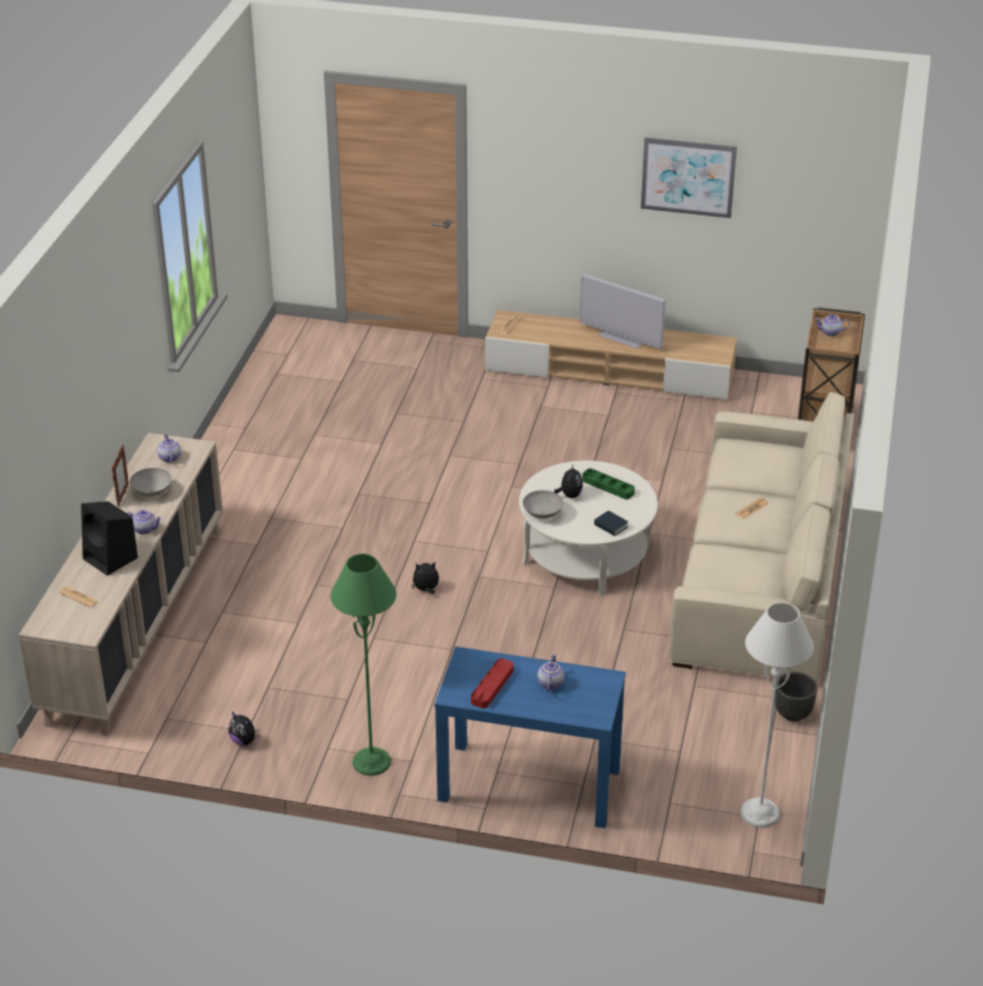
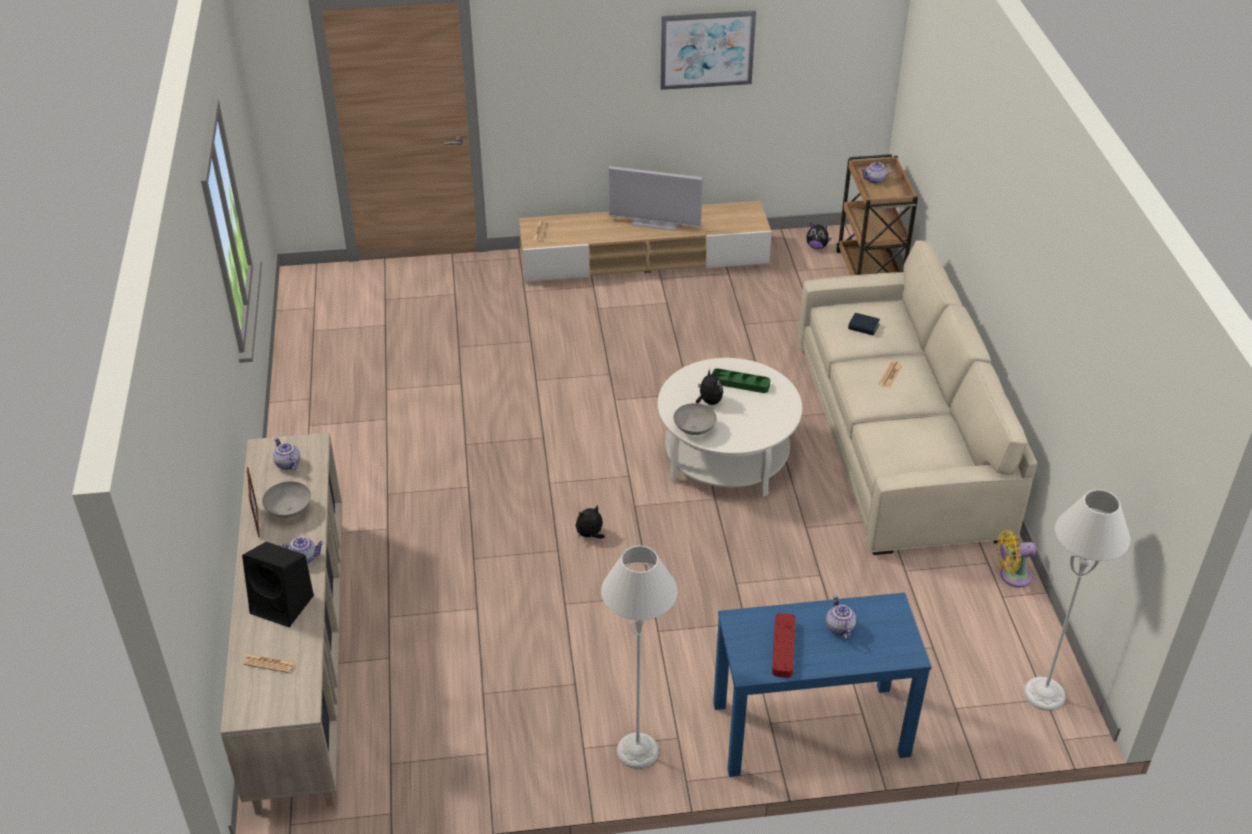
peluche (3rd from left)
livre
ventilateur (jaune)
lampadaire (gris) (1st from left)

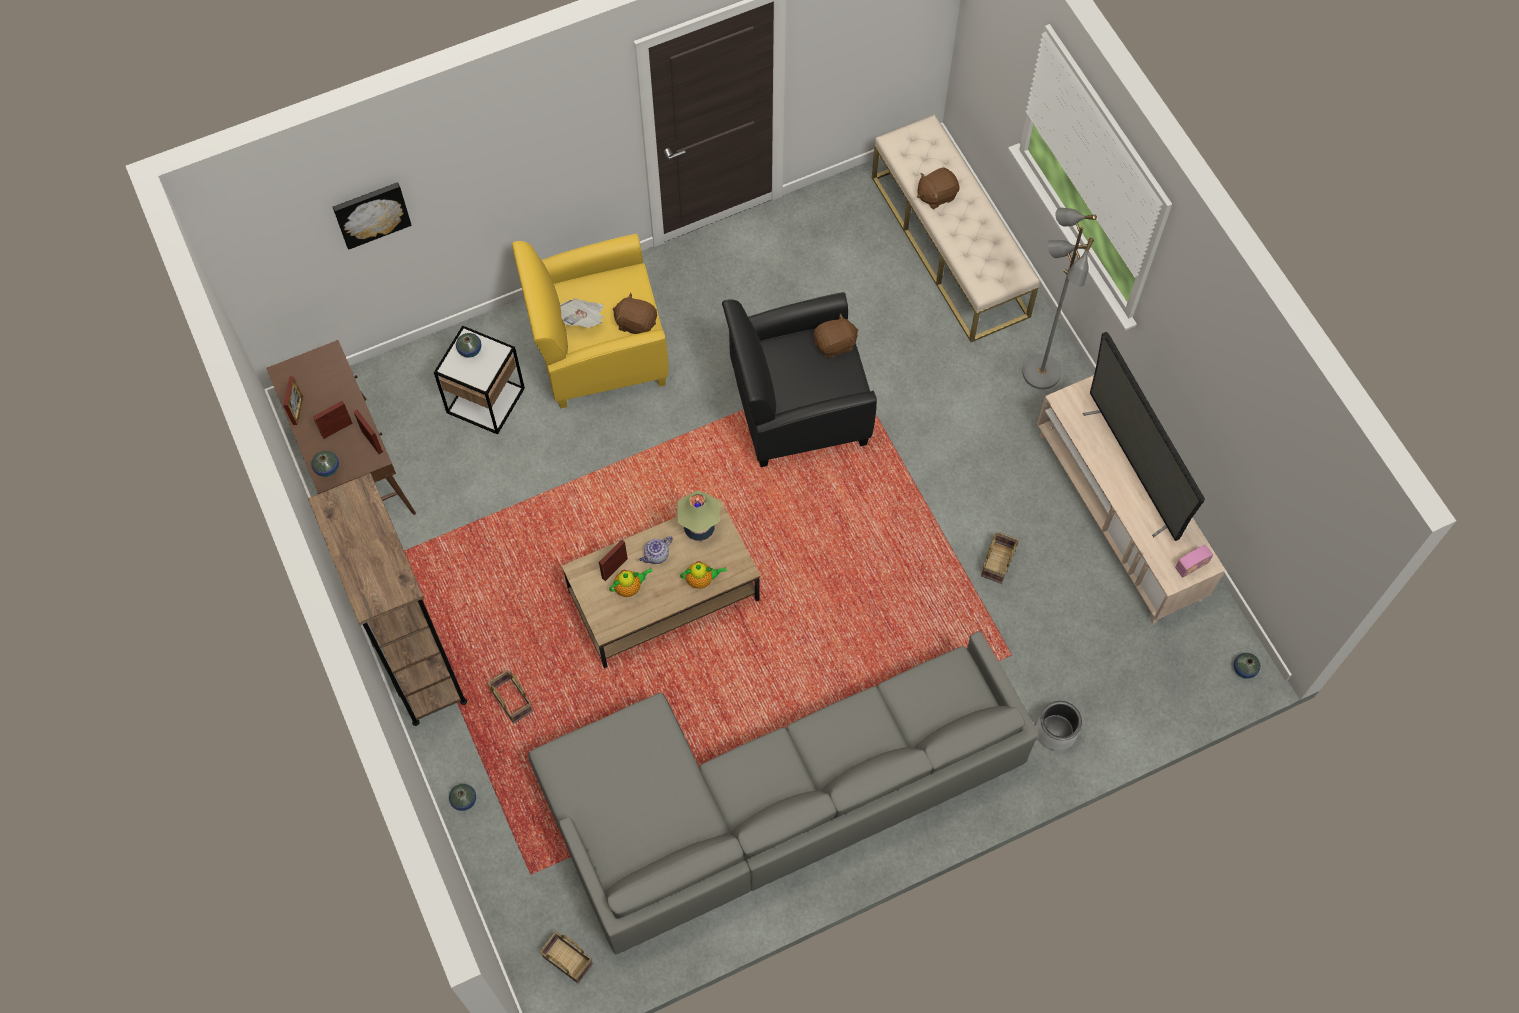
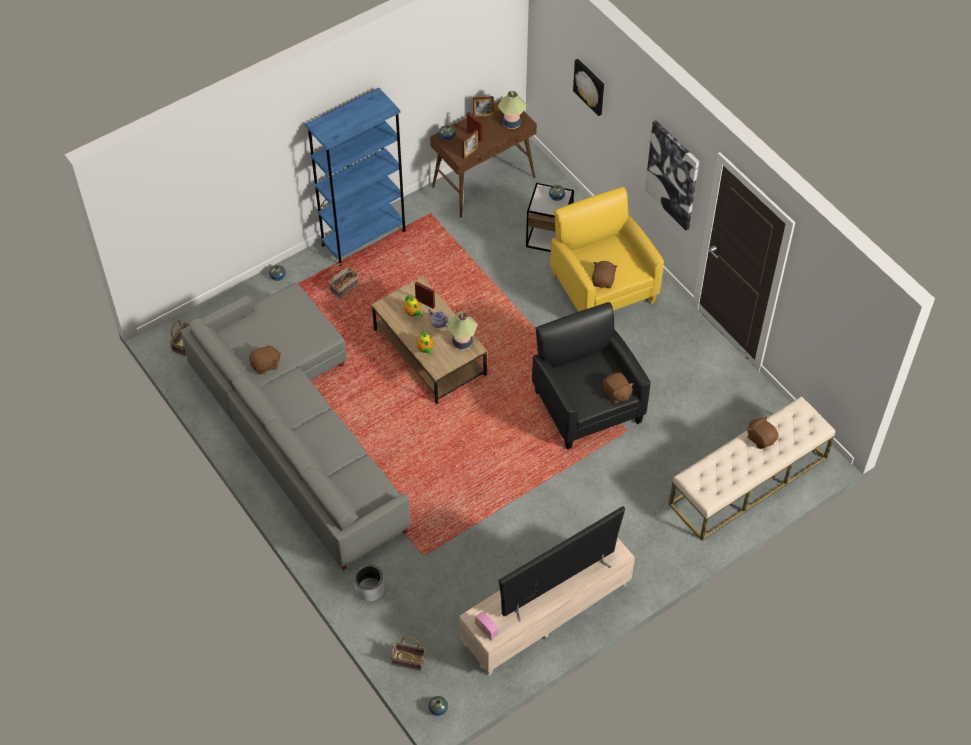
journal
lampadaire (gris)
peluche (marron) (1st from left)
lampe de table (2nd from left)
tableau (2nd from left)
panier (3rd from left)
bibliothèque (bleu)

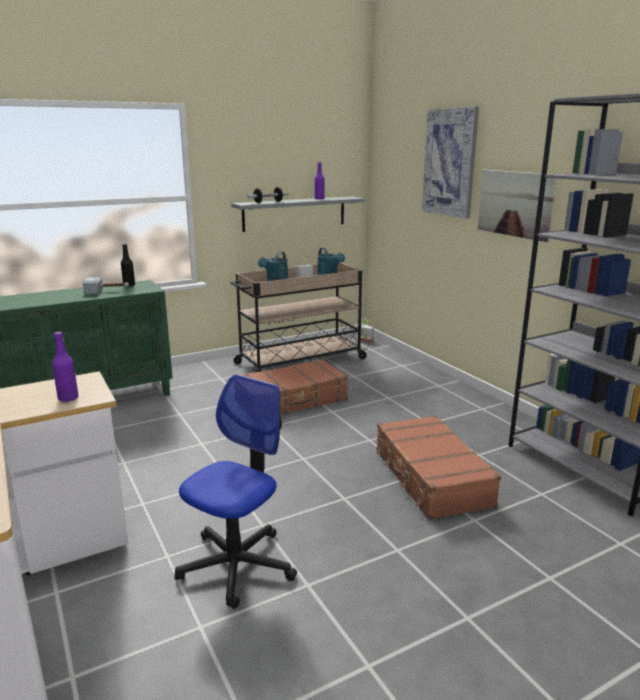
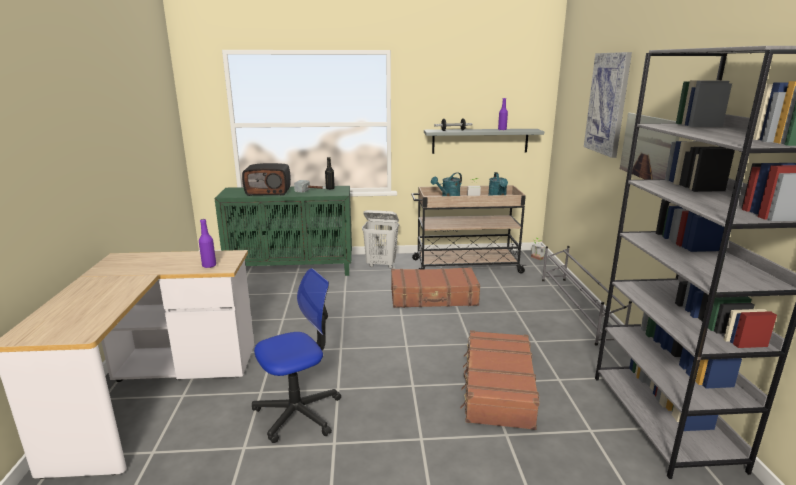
radio
panier à linge (blanc)
étagère à chaussures (gris)

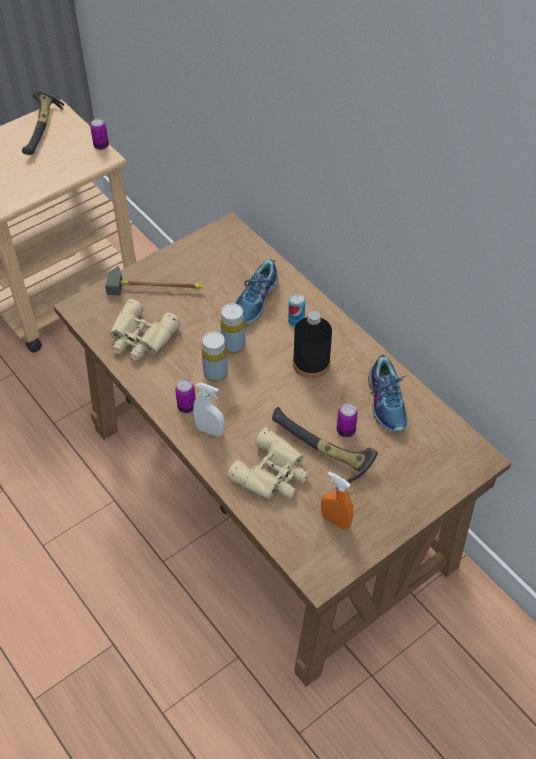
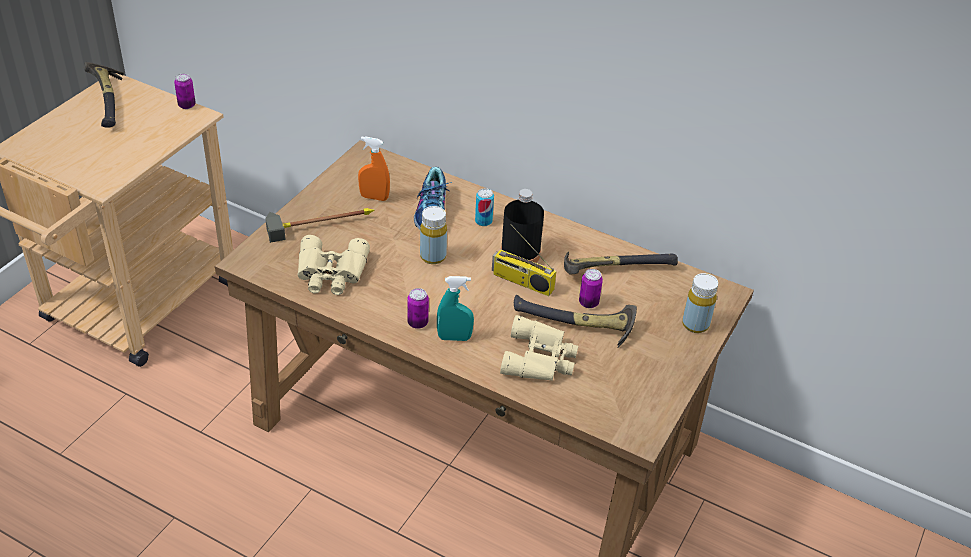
radio
bouteille (jaune) (2nd from left)
vaporisateur (orange)
marteau (4th from left)
vaporisateur (turquoise)

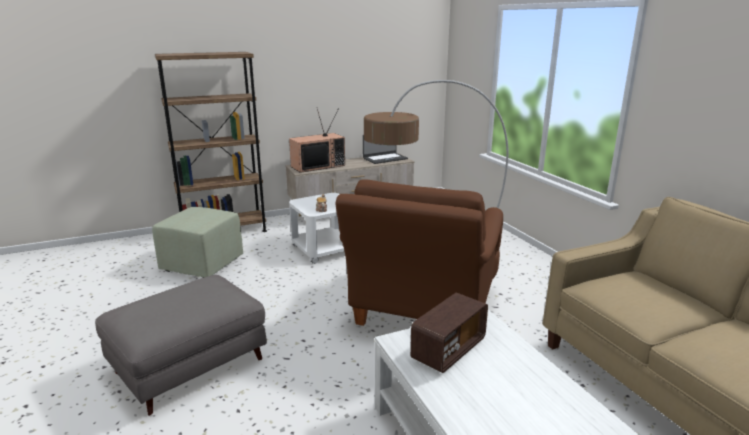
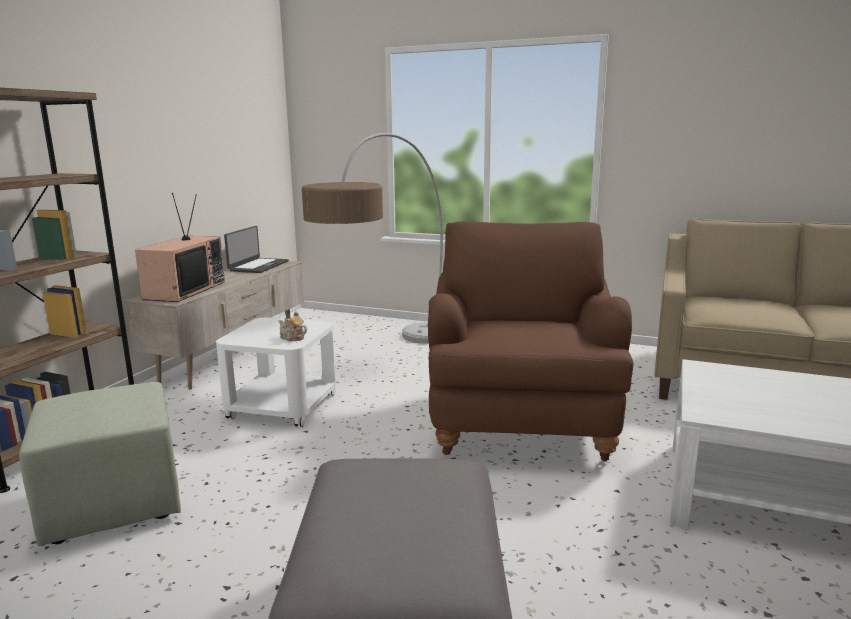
radio
fauteuil (marron)

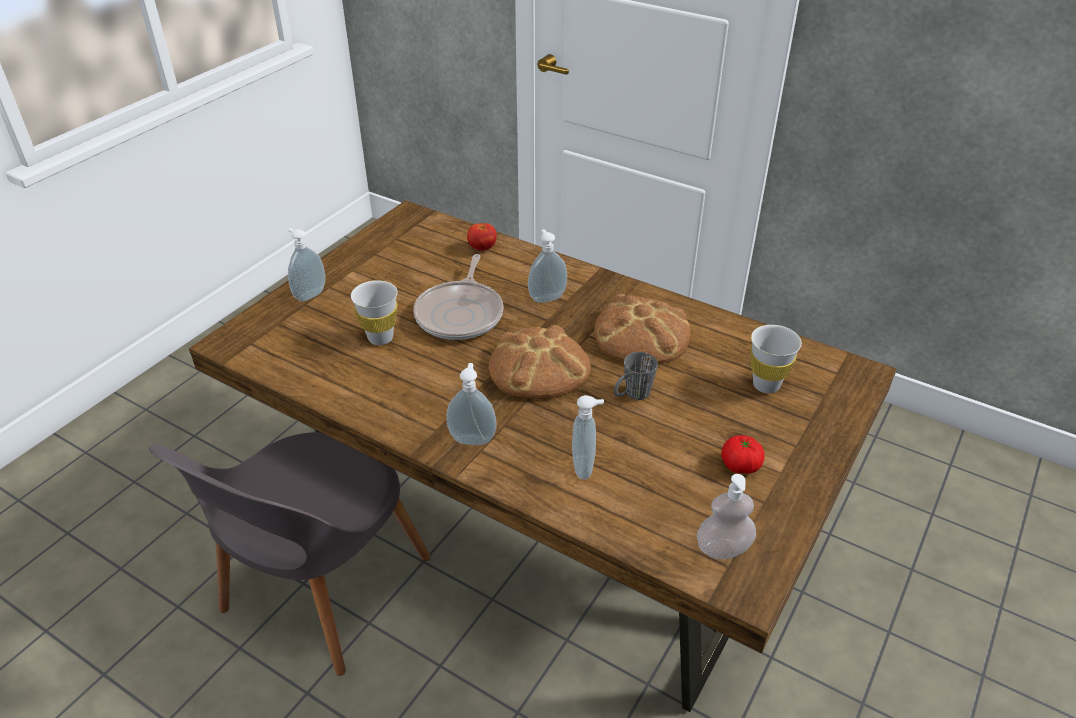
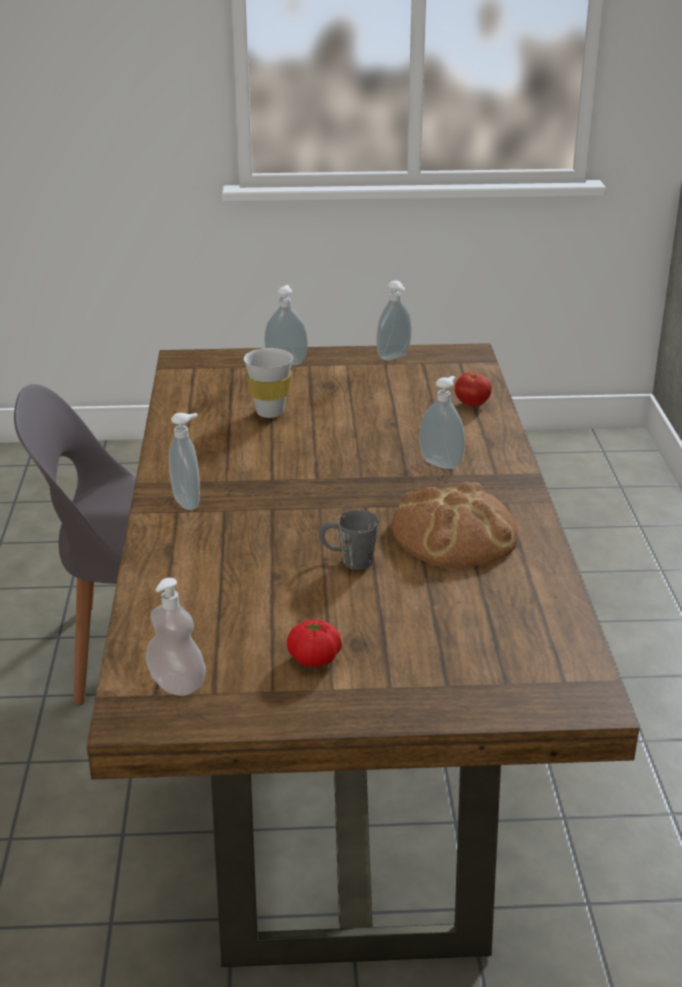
poêle
pain (1st from left in the first image)
tasse (blanc) (2nd from left in the first image)
distributeur de savon (4th from left)

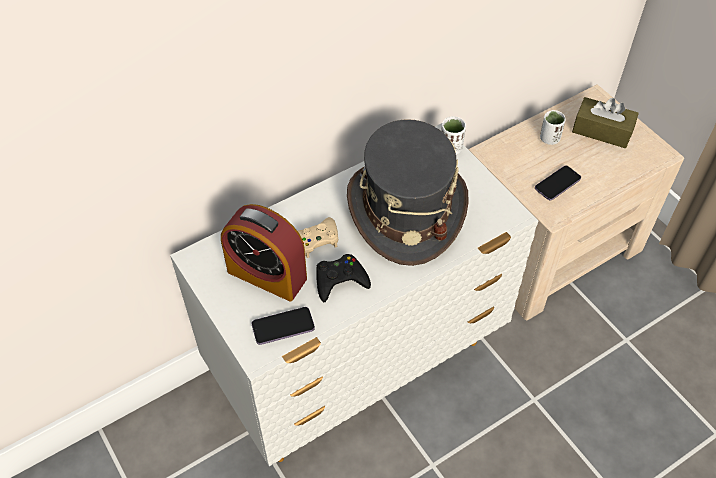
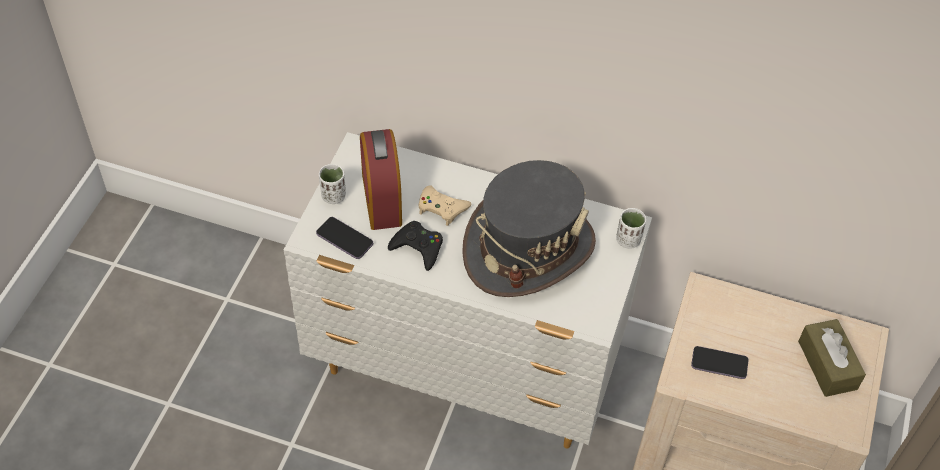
tasse (blanc) (1st from left)

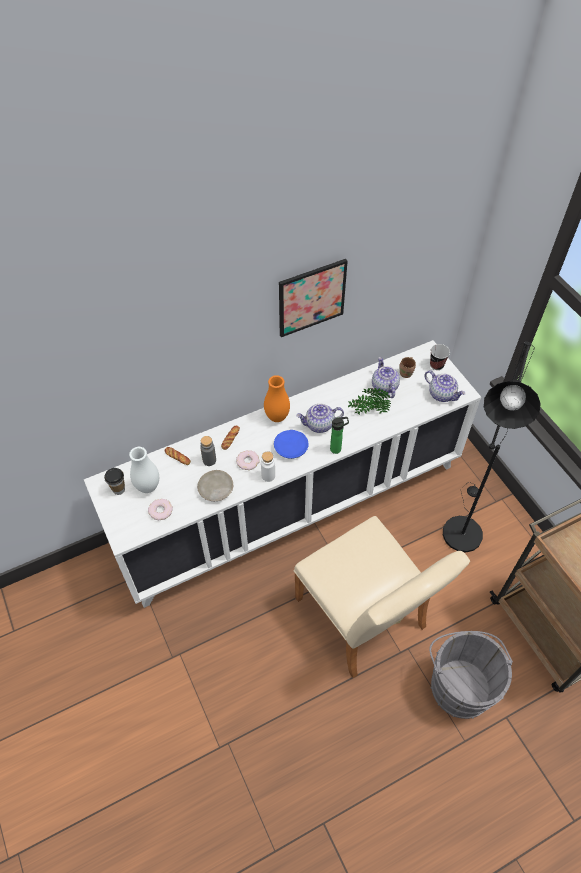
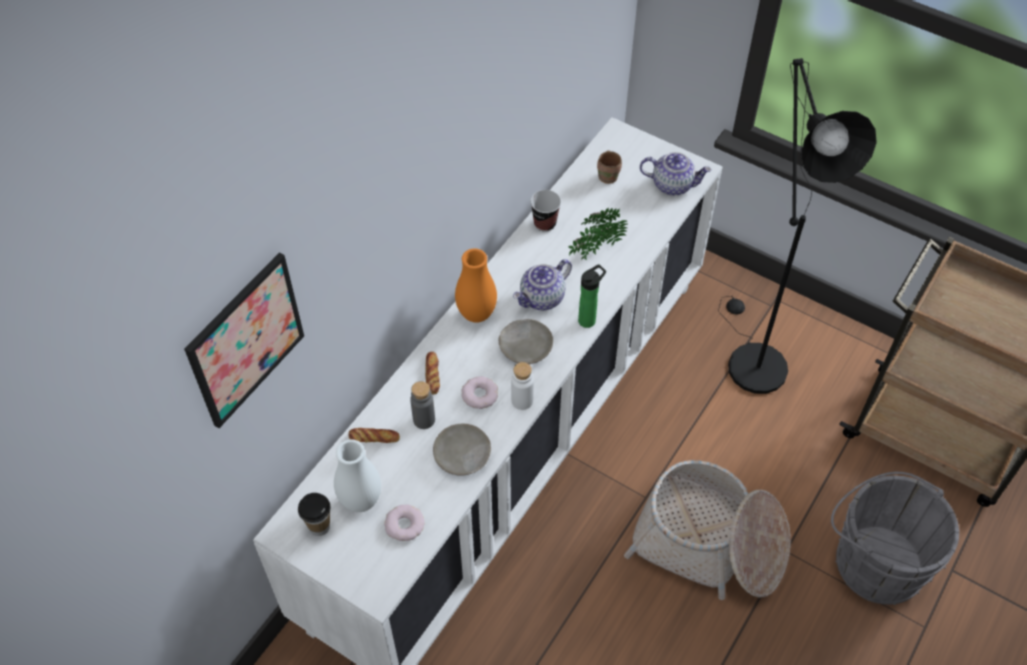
théière (2nd from left in the first image)
tableau
tasse (2nd from left)
panier
assiette (beige) (2nd from left)

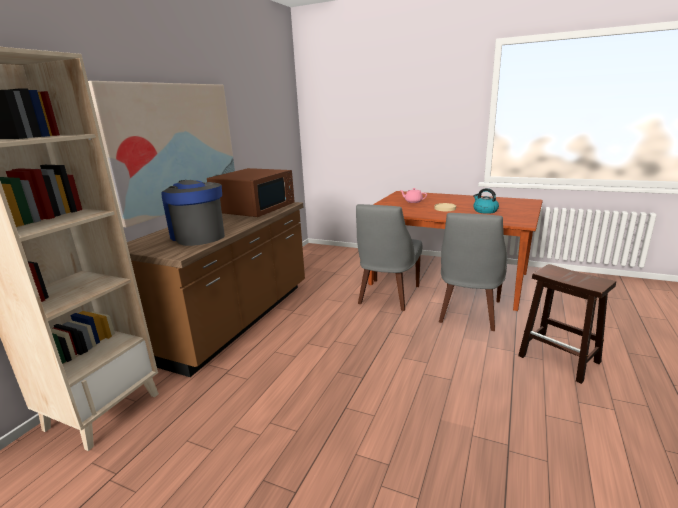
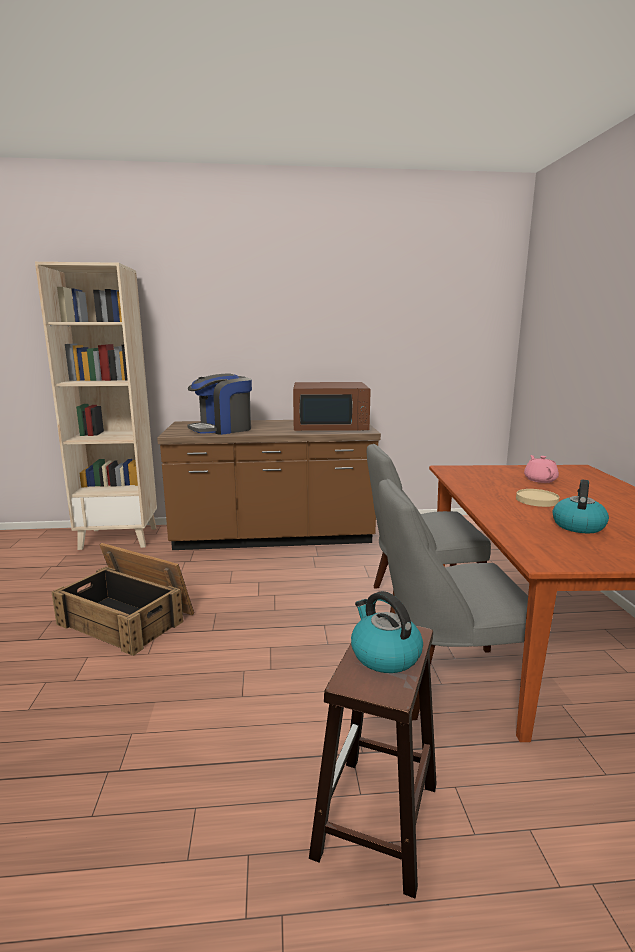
tableau
caisse
bouilloire (1st from left)
machine à café

